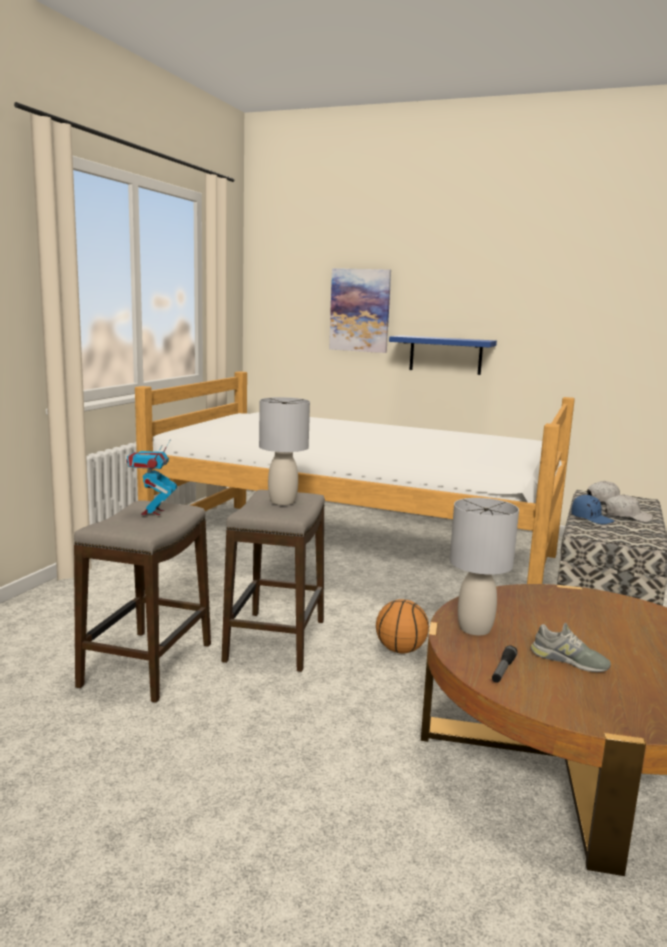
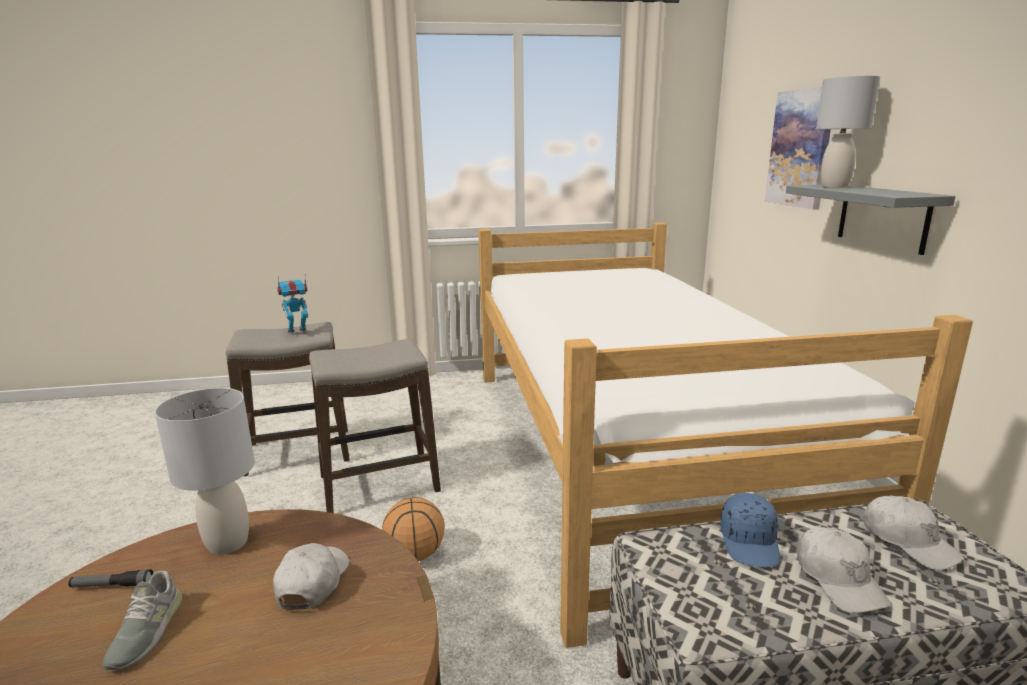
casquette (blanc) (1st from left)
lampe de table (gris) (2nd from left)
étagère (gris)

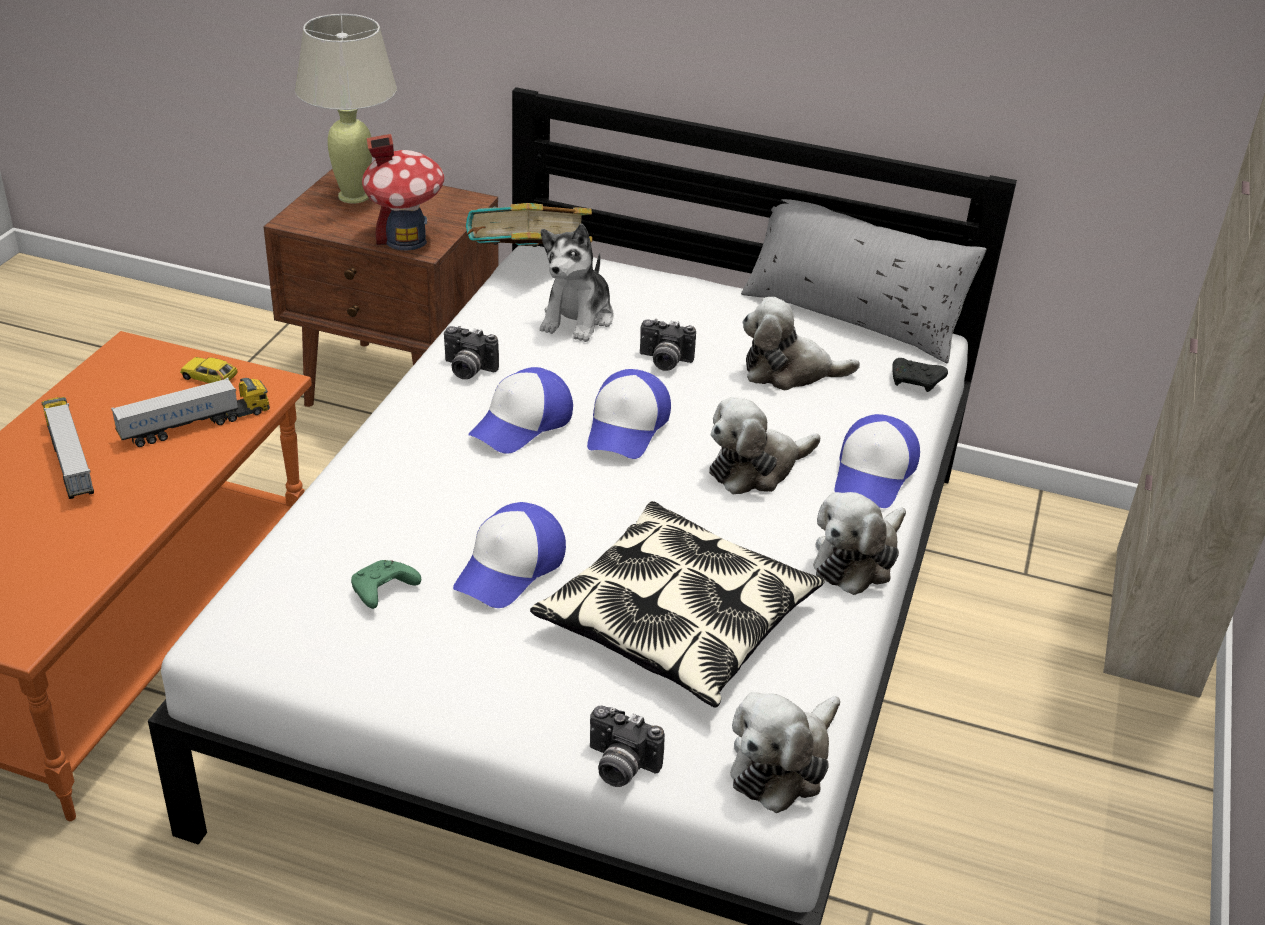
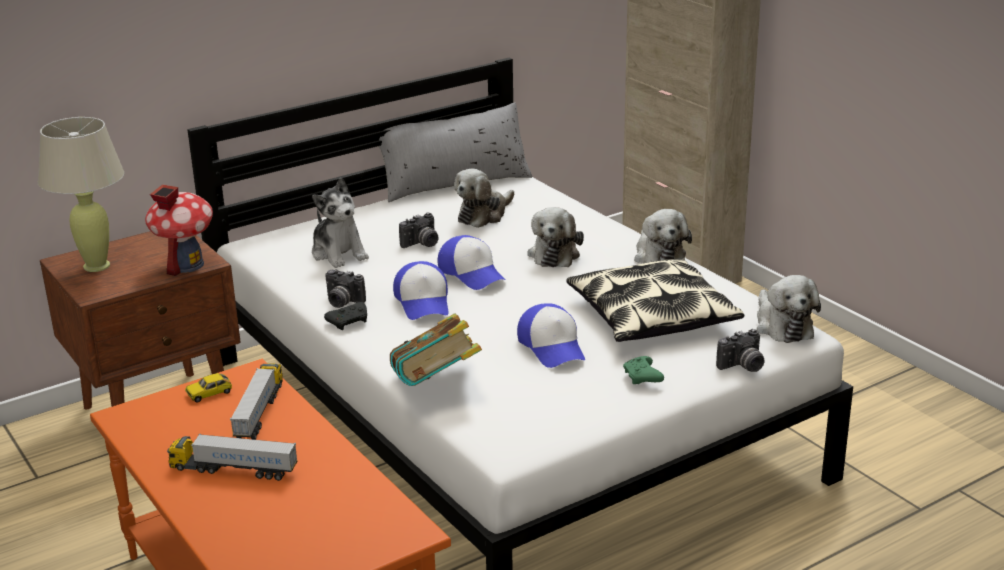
casquette (4th from left in the first image)
manette (vert)
livre
manette (noir)
appareil photo (1st from left)

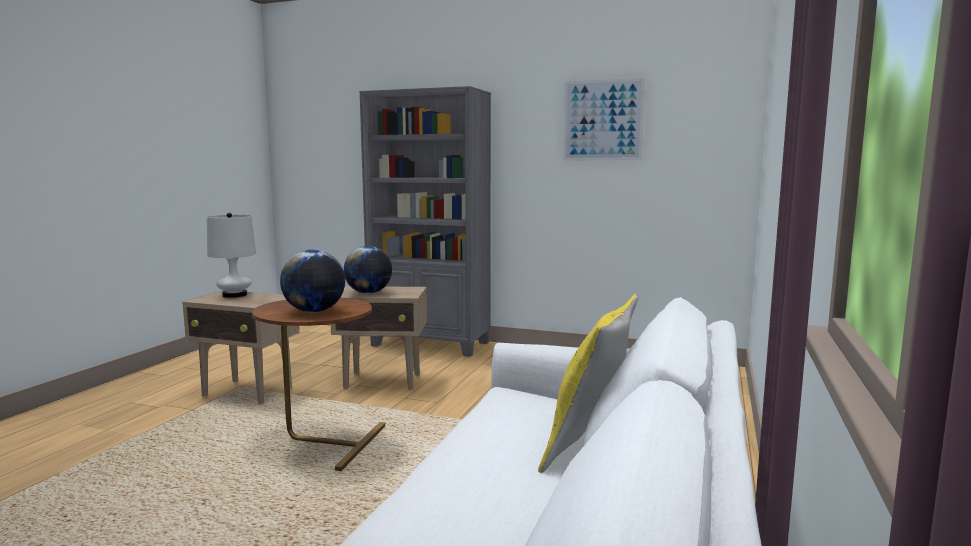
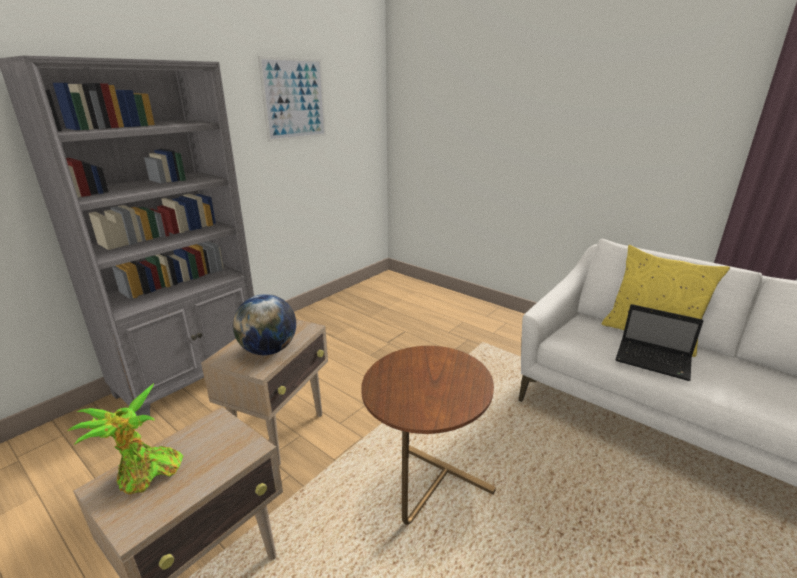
globe (1st from left in the first image)
ordinateur portable
plante en pot

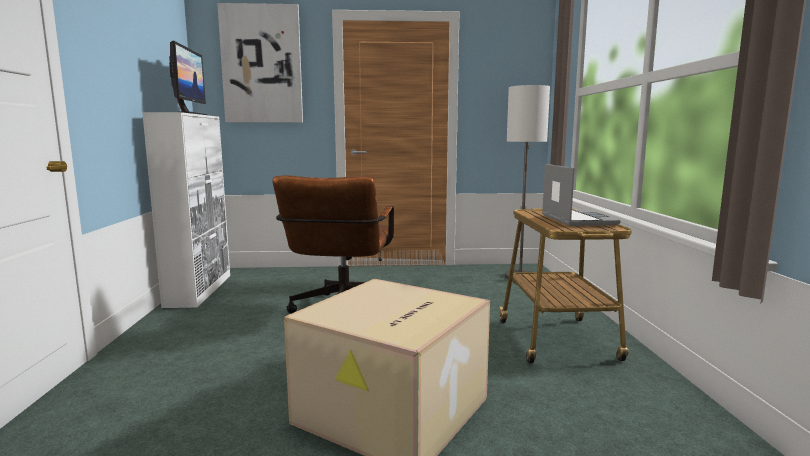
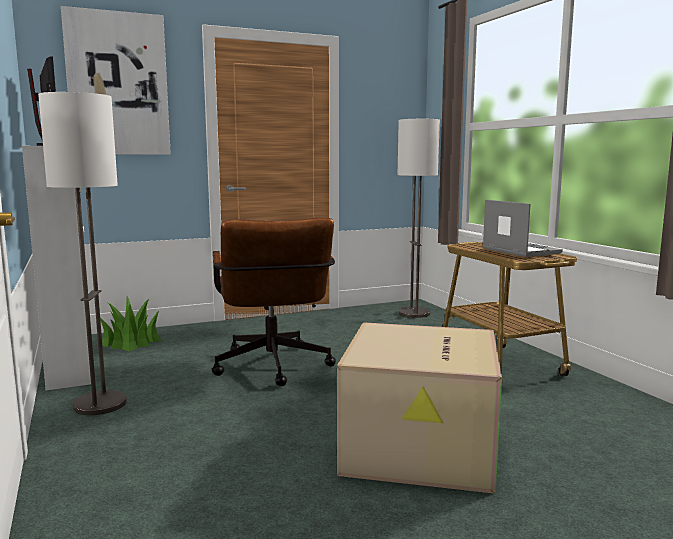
lampadaire (1st from left)
plante en pot

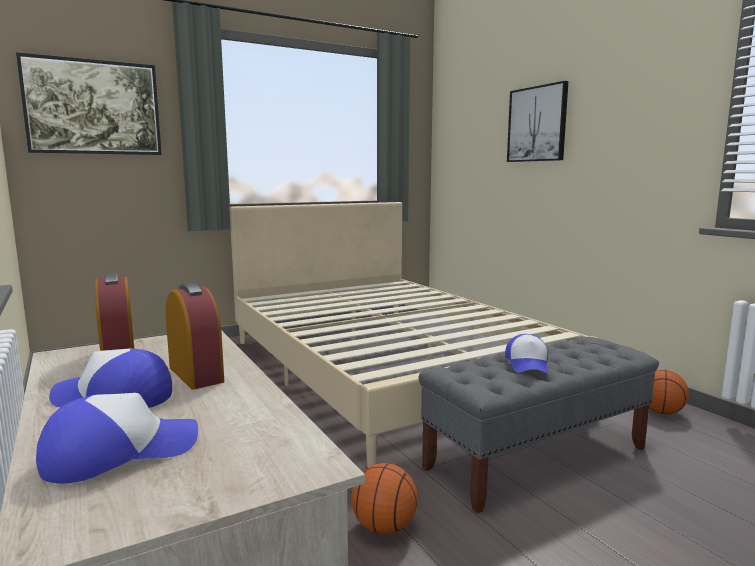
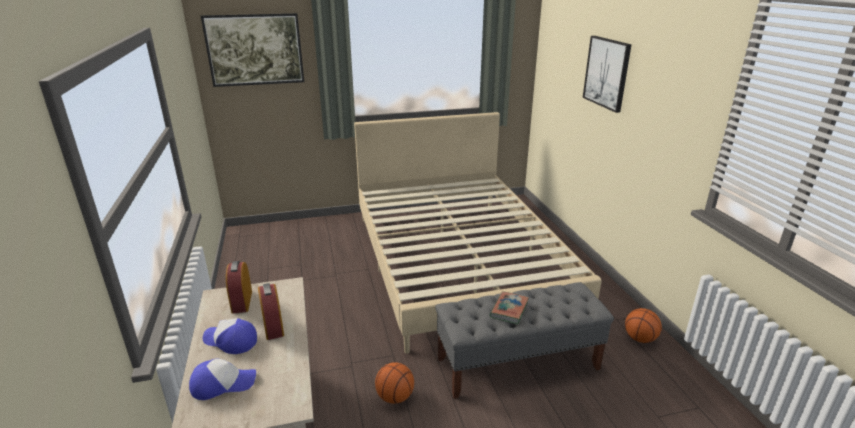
livre

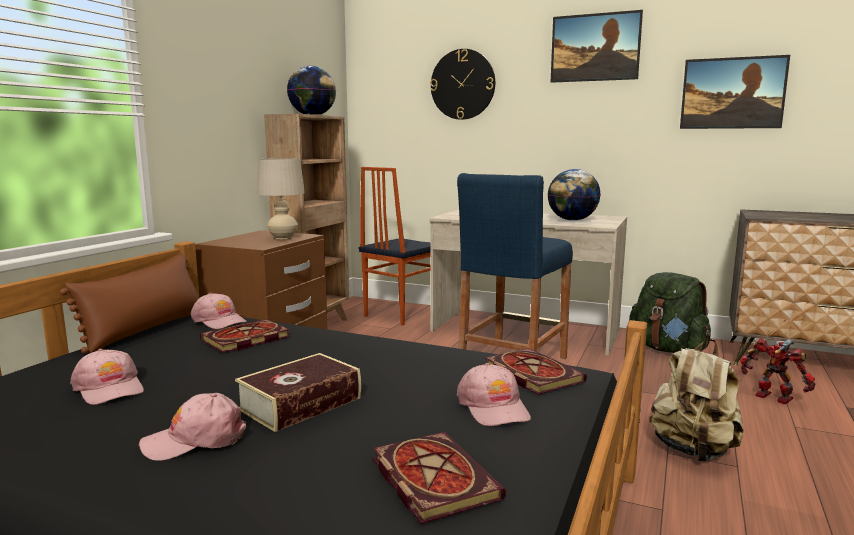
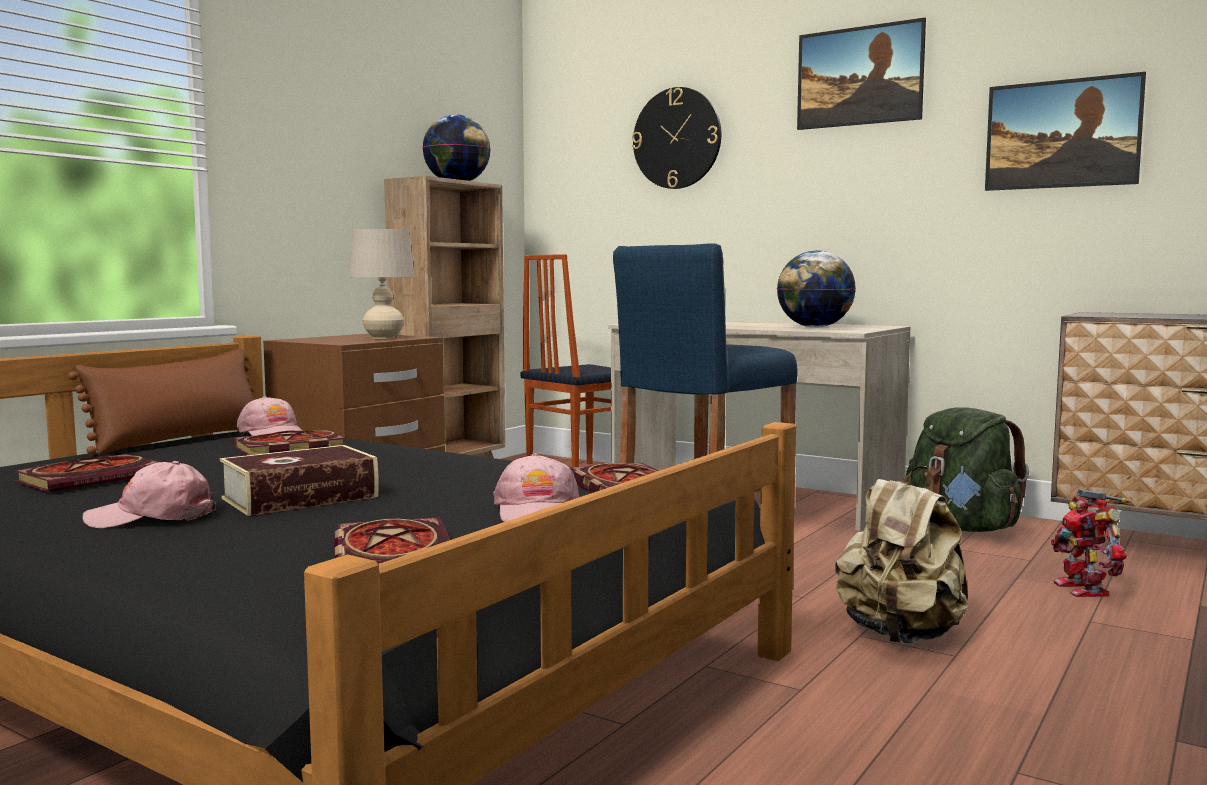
livre (1st from left)
robot jouet

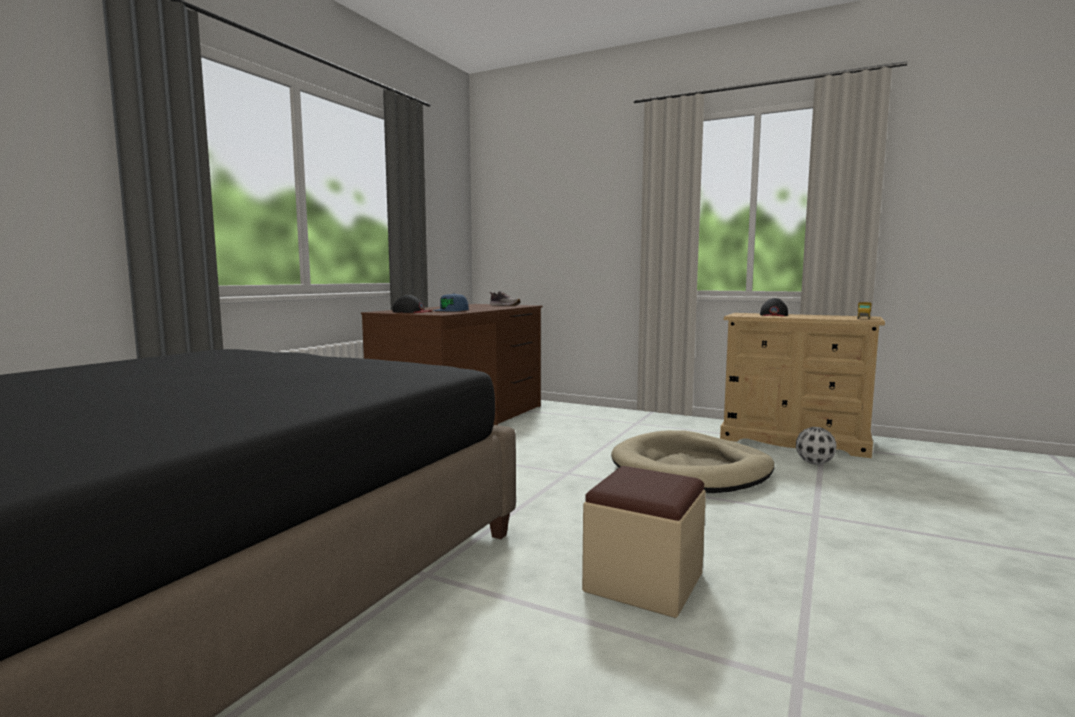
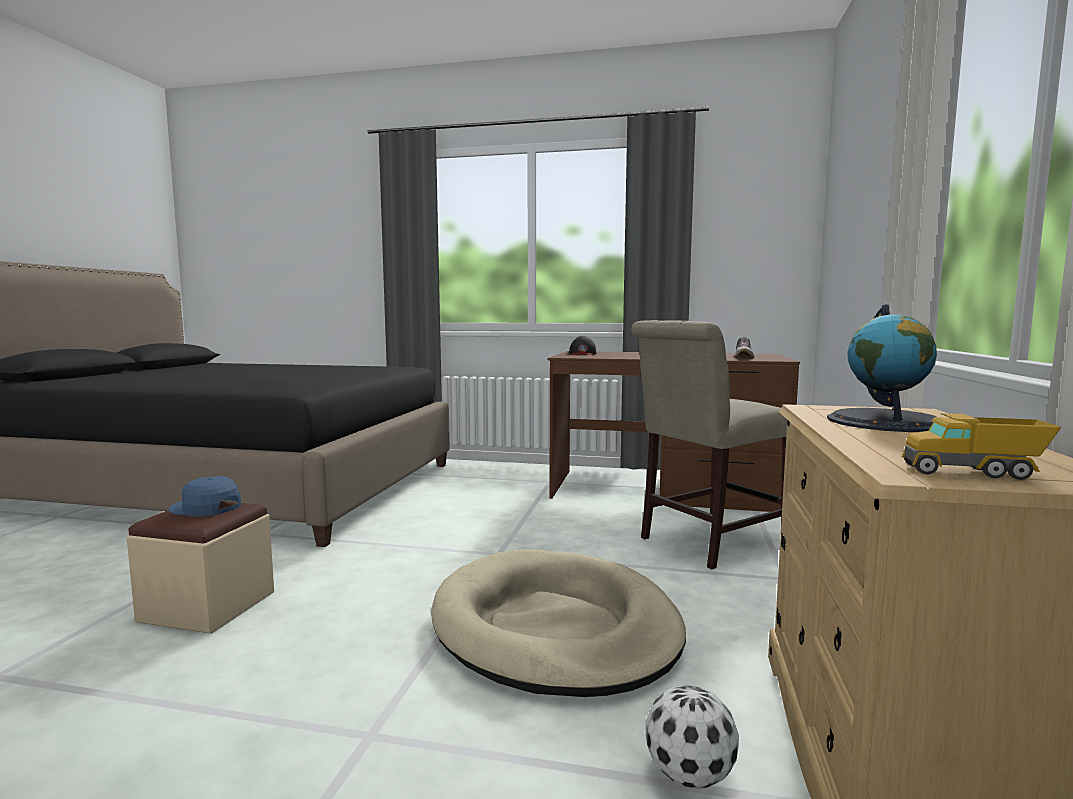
chaise (beige)
casquette (bleu)
globe

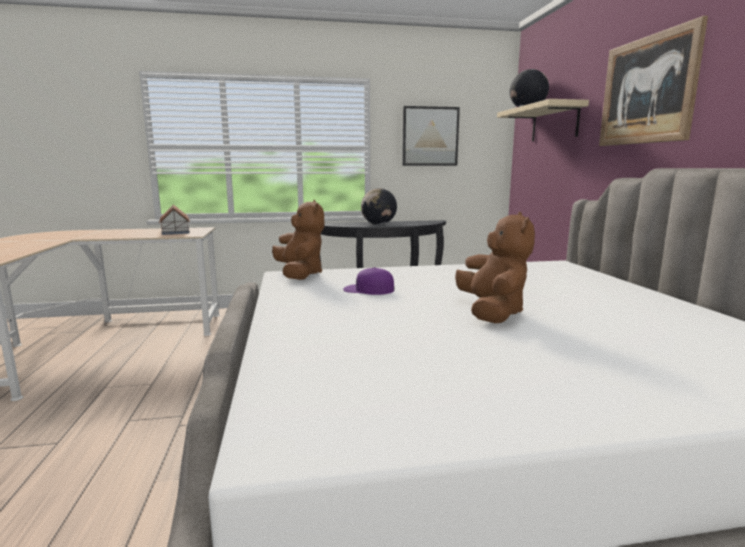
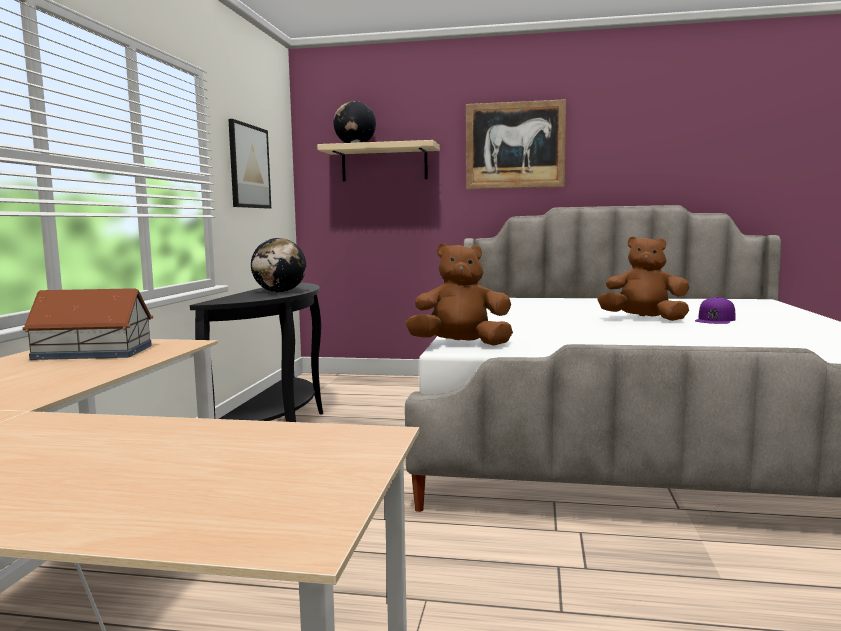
casquette (violet)

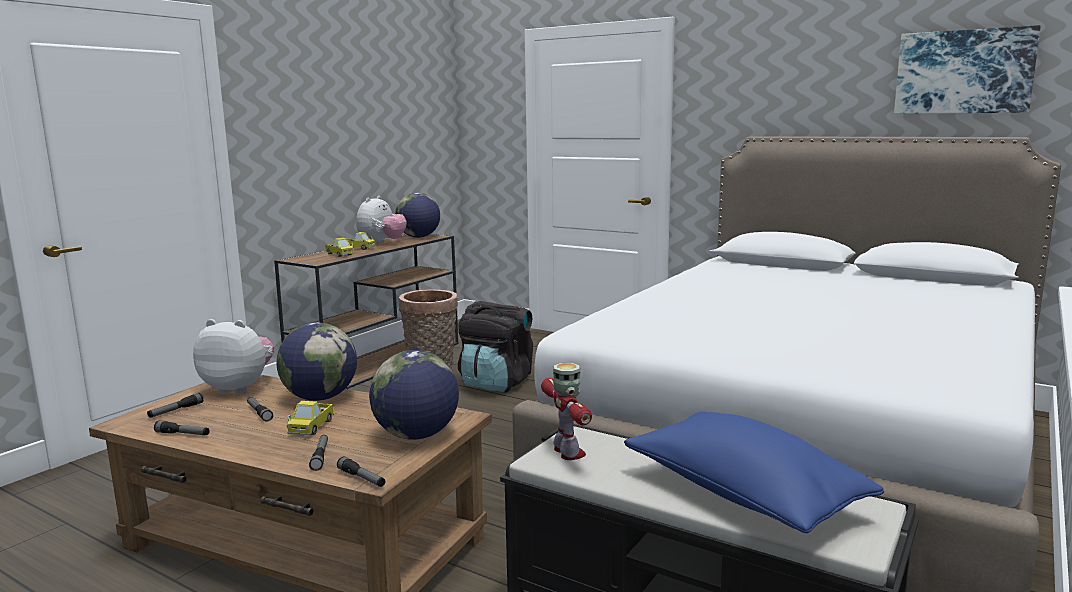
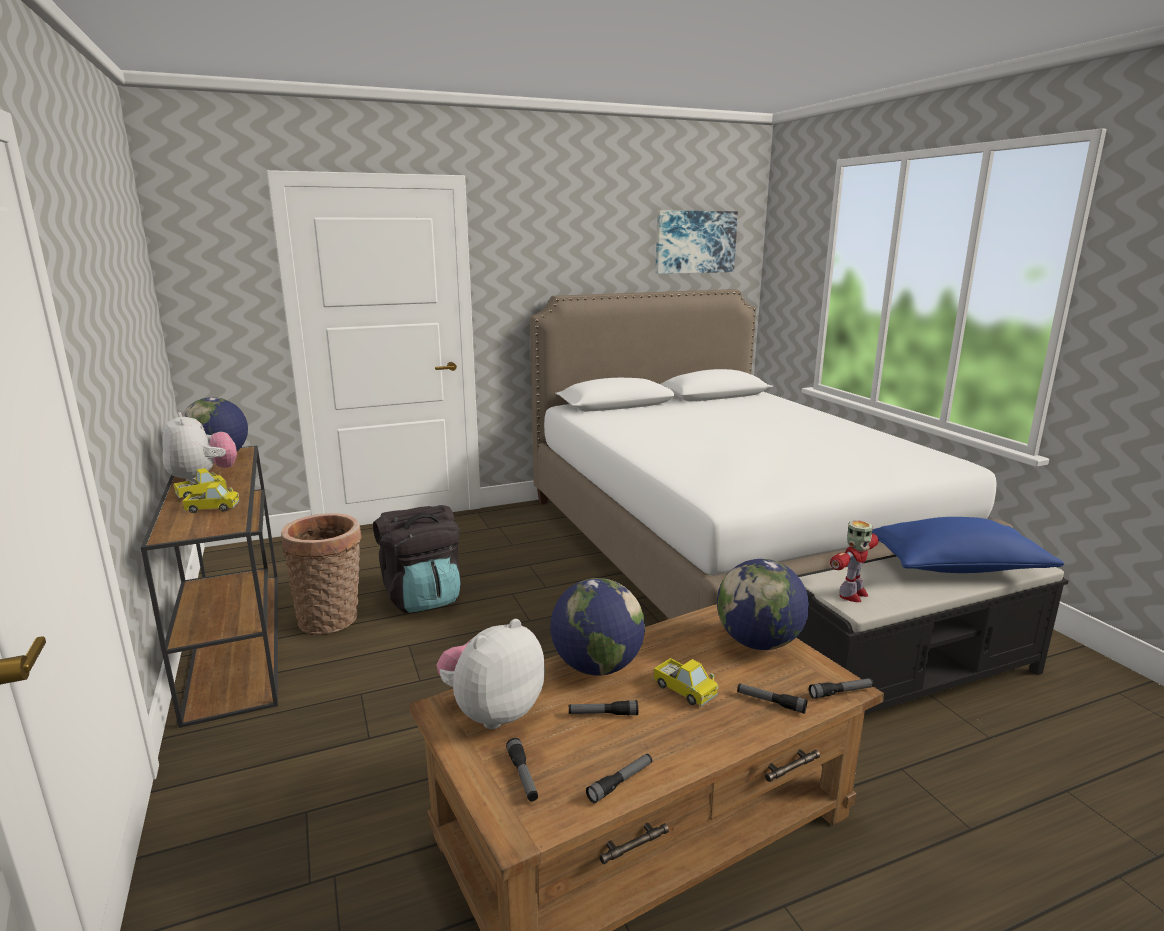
robot jouet

